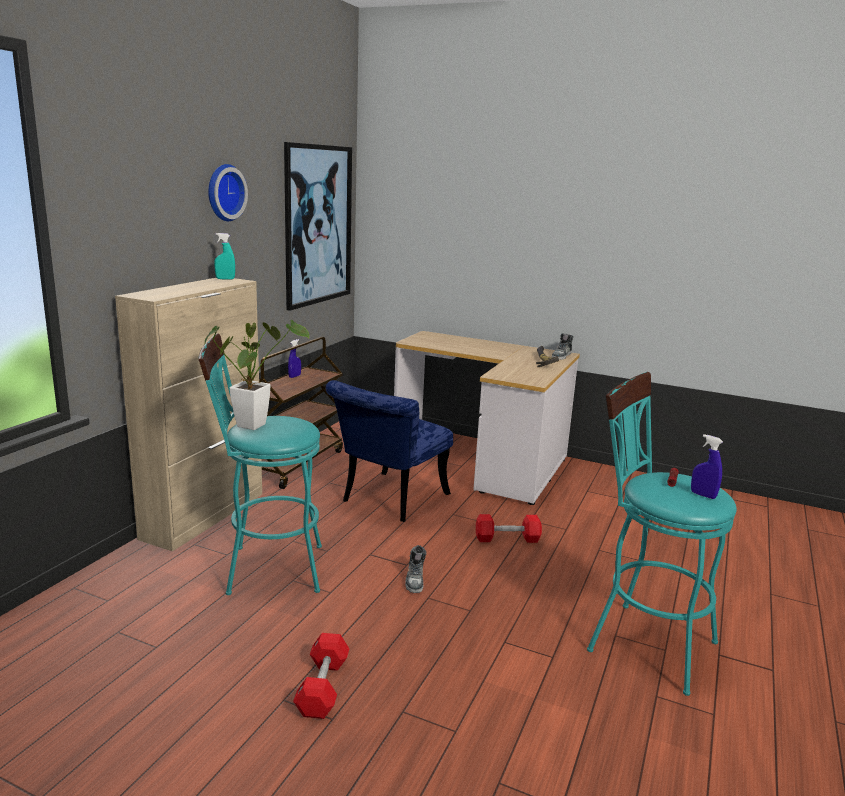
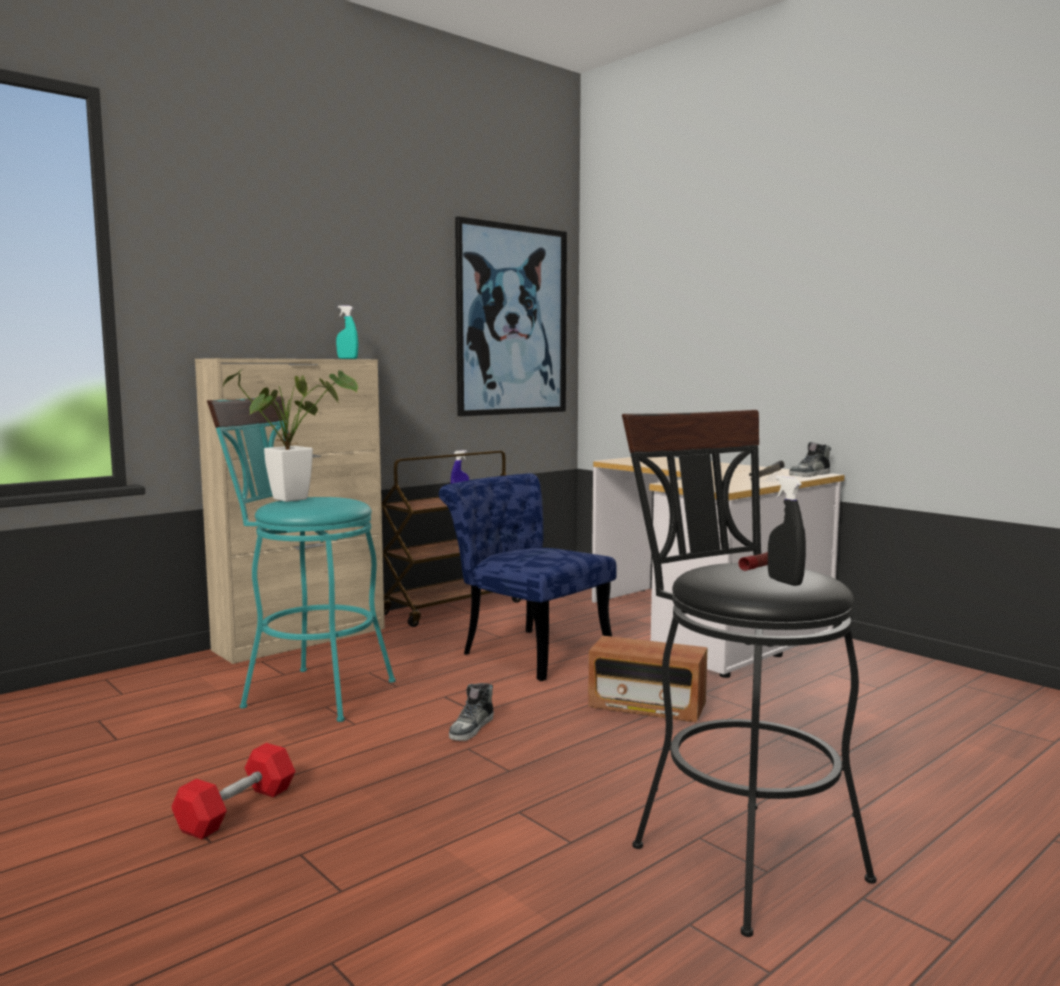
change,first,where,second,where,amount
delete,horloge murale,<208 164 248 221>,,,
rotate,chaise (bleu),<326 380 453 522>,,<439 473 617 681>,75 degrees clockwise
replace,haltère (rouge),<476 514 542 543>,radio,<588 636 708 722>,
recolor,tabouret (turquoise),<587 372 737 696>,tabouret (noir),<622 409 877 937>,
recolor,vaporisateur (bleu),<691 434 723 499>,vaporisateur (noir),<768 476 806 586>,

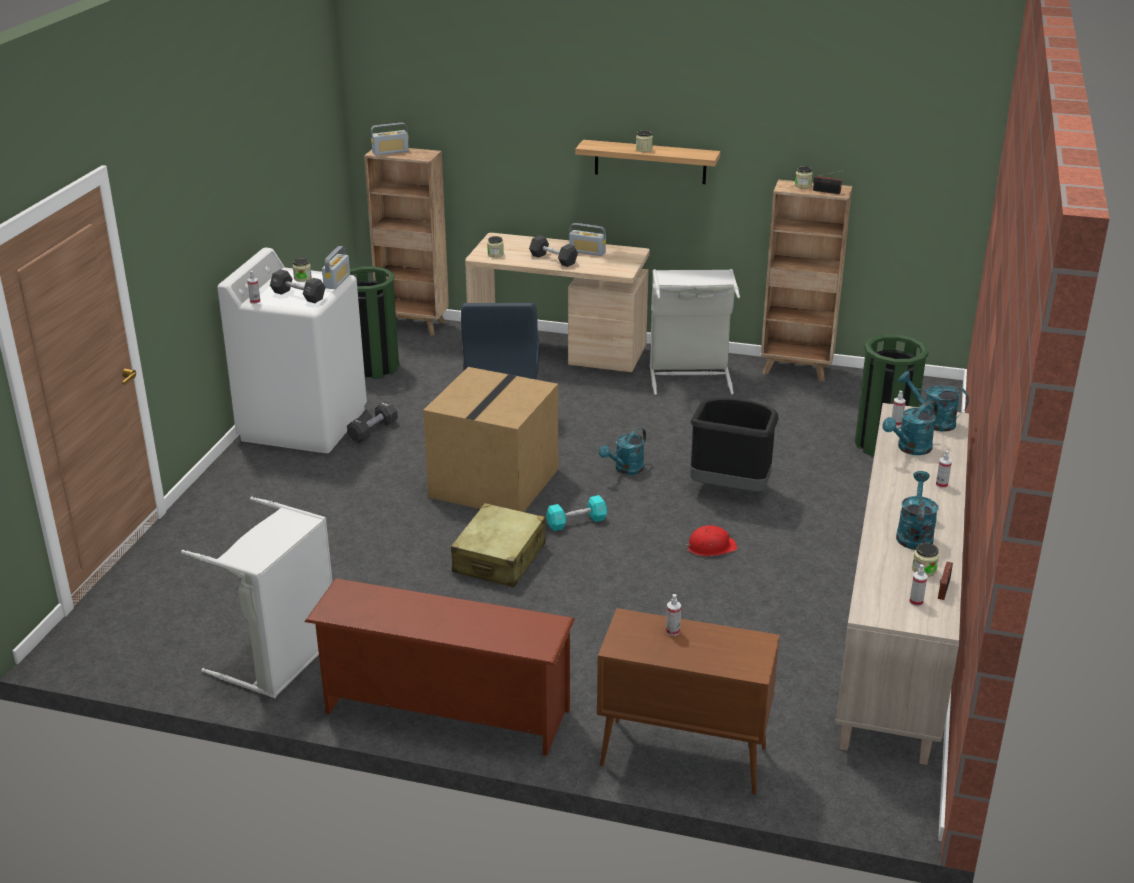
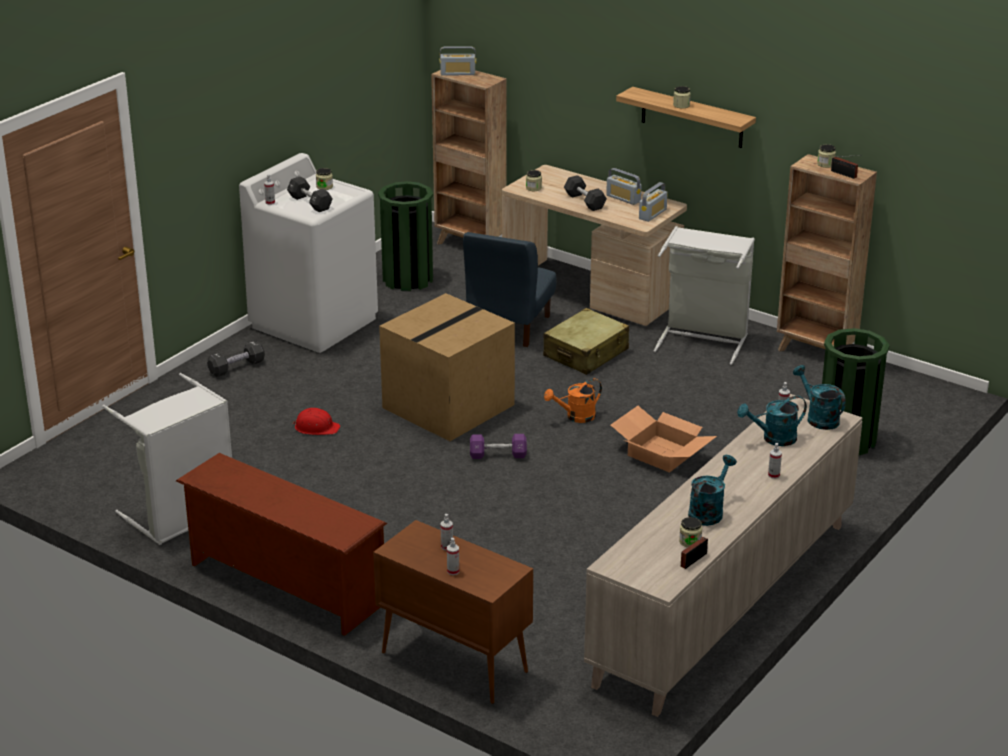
change,first,where,second,where,amount
move,radio,<322 246 350 289>,,<639 182 668 222>,
move,haltère (noir),<347 401 398 443>,,<207 340 265 377>,
move,valise (beige),<451 503 546 587>,,<543 308 629 375>,
recolor,haltère (turquoise),<546 495 607 531>,haltère (violet),<470 434 527 459>,
recolor,arrosoir (turquoise),<599 427 646 475>,arrosoir (orange),<544 378 602 423>,
move,casque de chantier (rouge),<685 525 737 556>,,<292 408 340 435>,
replace,poubelle (noir),<690 398 779 492>,carton,<611 406 717 473>,
move,vaporisateur,<909 564 928 606>,,<447 538 459 575>,

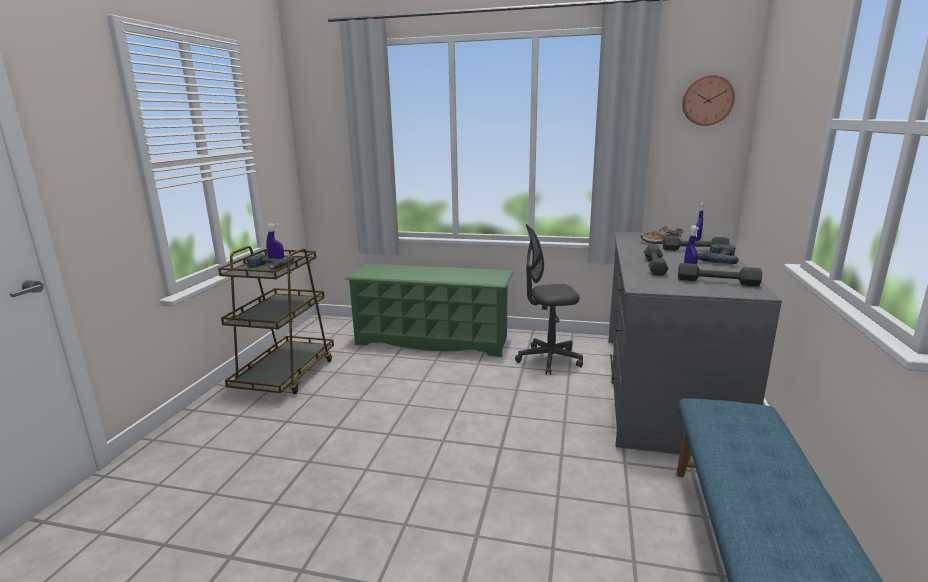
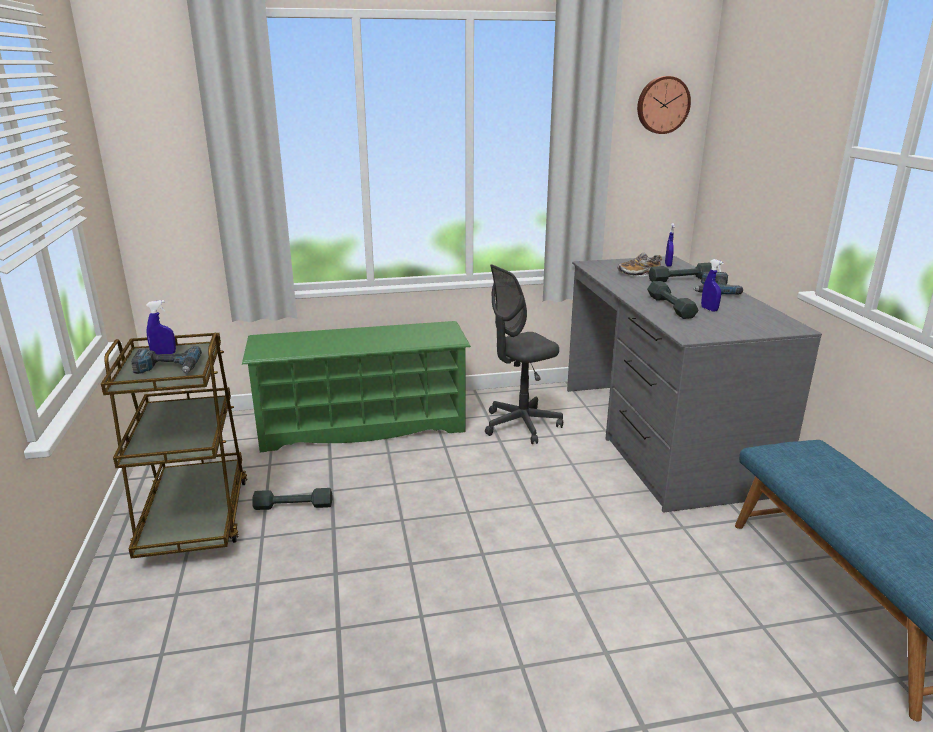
change,first,where,second,where,amount
move,haltère (gris),<678 263 762 287>,,<252 488 332 510>,

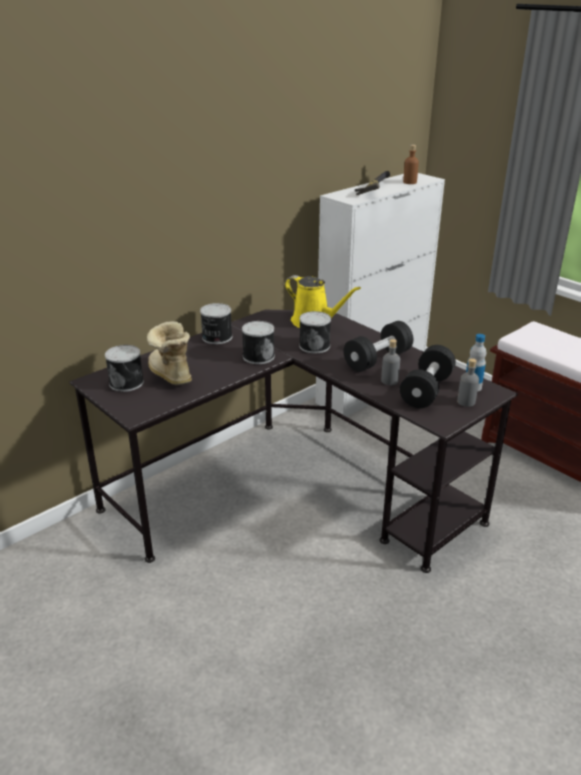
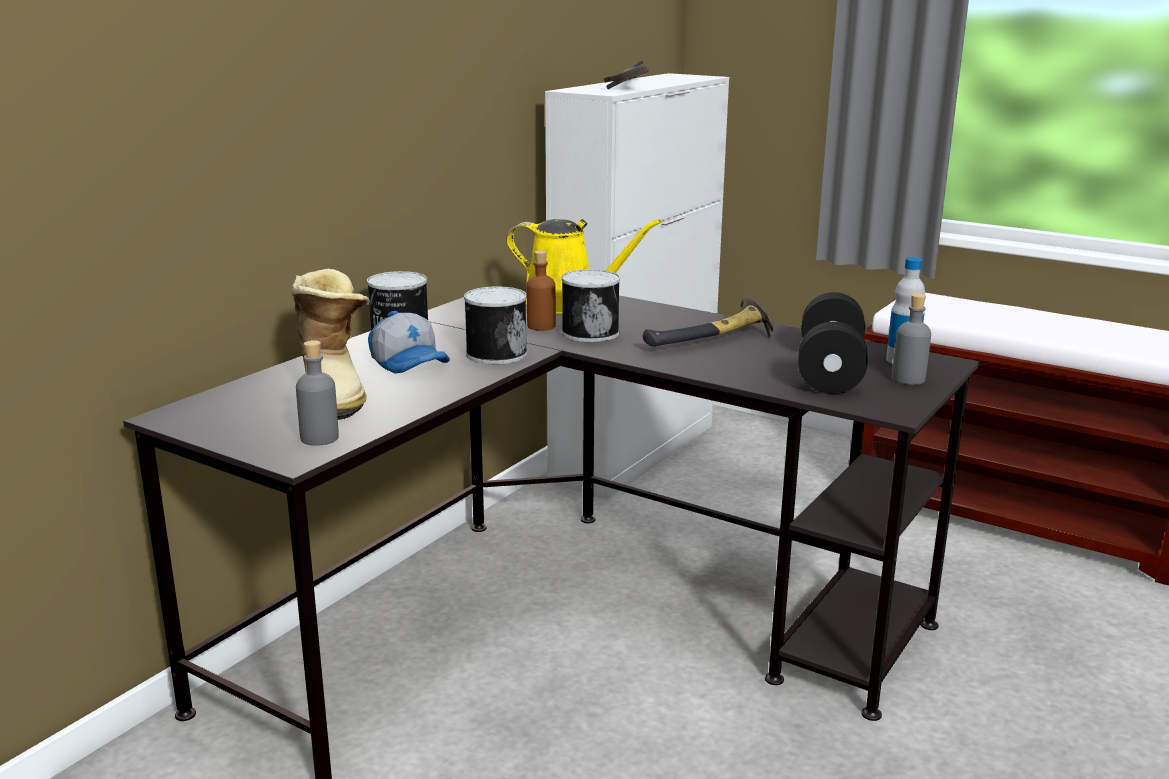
change,first,where,second,where,amount
delete,boîte métallique,<105 345 144 392>,,,
rotate,botte,<147 321 192 385>,,<292 269 370 420>,150 degrees counterclockwise
replace,haltère (noir),<344 321 413 372>,marteau,<643 296 774 347>,
move,bouteille (gris),<381 339 400 385>,,<296 340 339 446>,
move,bouteille (marron),<403 145 419 184>,,<527 250 556 331>,
insert,,,casquette,<368 311 450 373>,

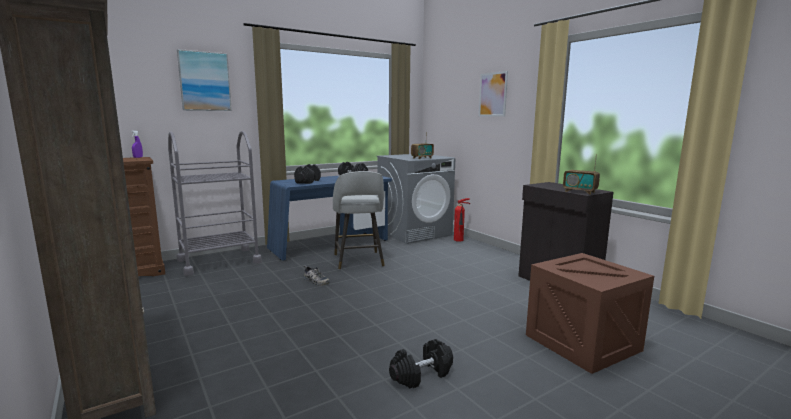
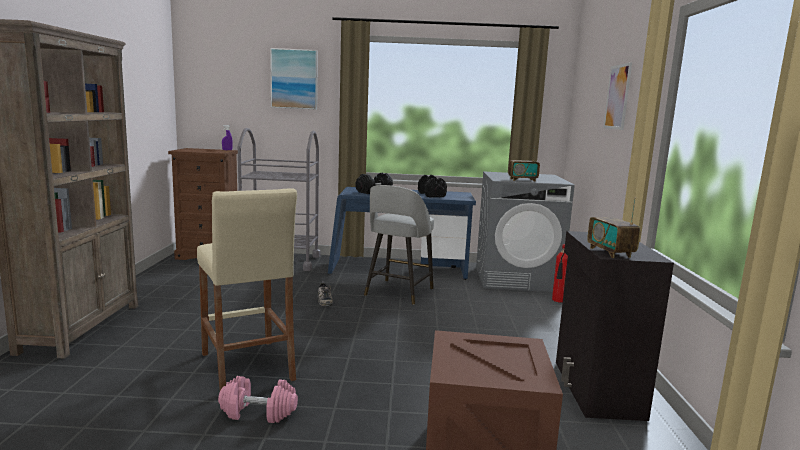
change,first,where,second,where,amount
recolor,haltère (noir),<389 339 453 389>,haltère (rose),<218 376 298 423>,
insert,,,tabouret (beige),<197 188 297 390>,

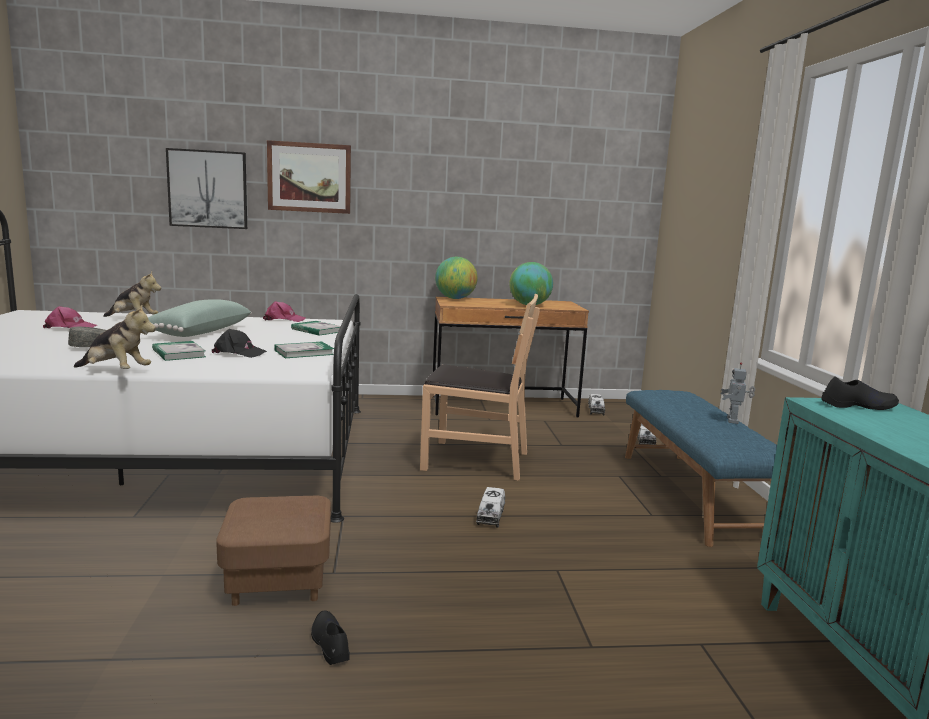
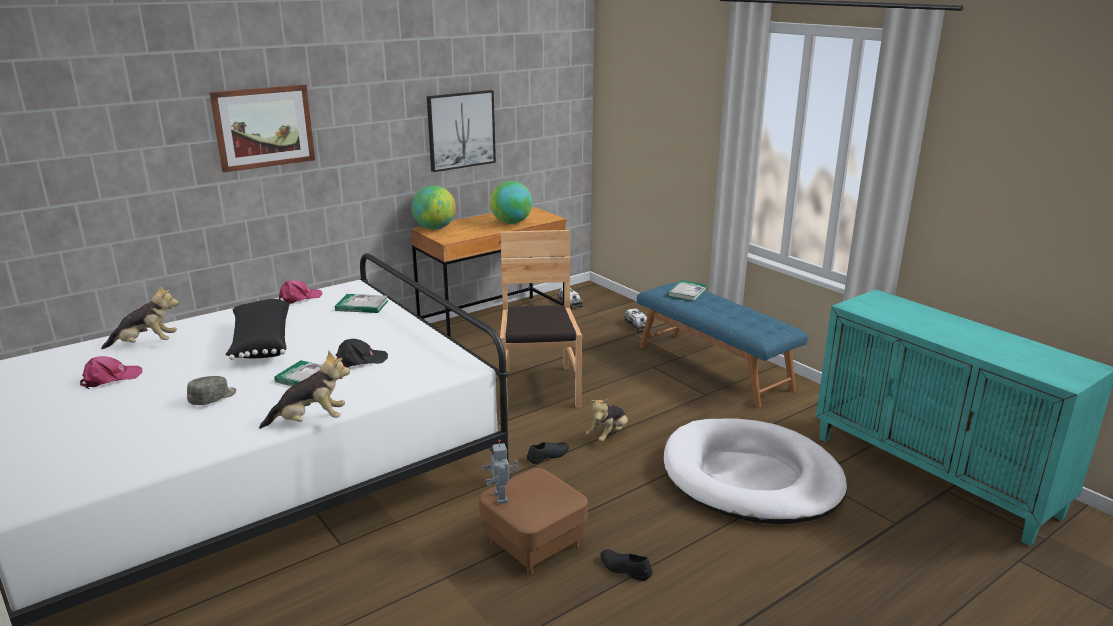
change,first,where,second,where,amount
recolor,coussin (vert),<148 299 252 337>,coussin (noir),<225 299 290 360>,
move,tableau,<166 148 247 229>,,<427 90 496 172>,
move,livre,<274 342 334 358>,,<668 280 707 301>,
rotate,chaise (marron),<420 294 540 480>,,<500 230 582 410>,75 degrees counterclockwise
replace,camion jouet,<476 487 505 528>,peluche,<586 399 628 442>,
move,robot jouet,<720 362 755 424>,,<483 440 519 504>,
move,chaussure (noir),<821 376 899 410>,,<527 442 569 464>,
insert,,,panier pour chien (blanc),<664 418 847 524>,

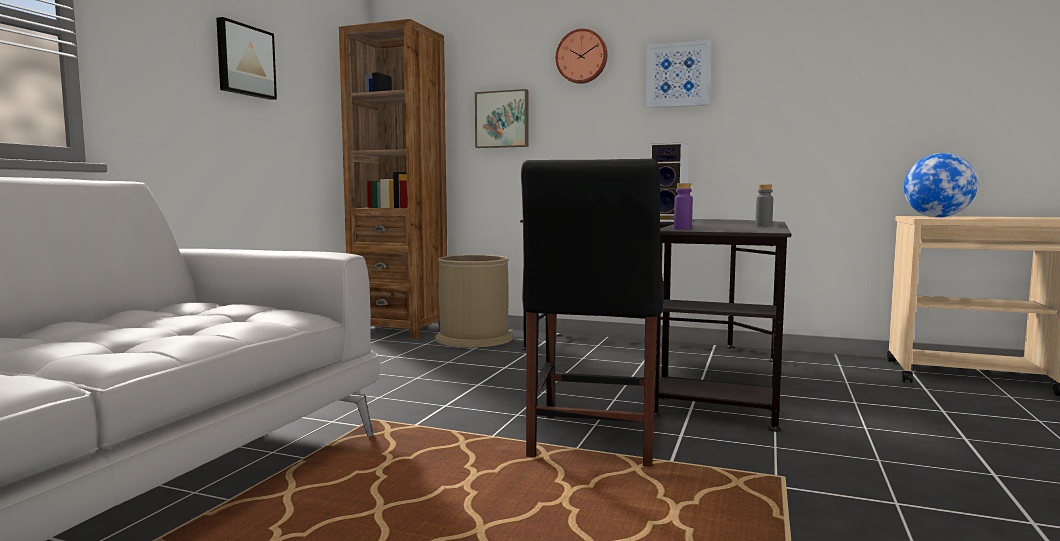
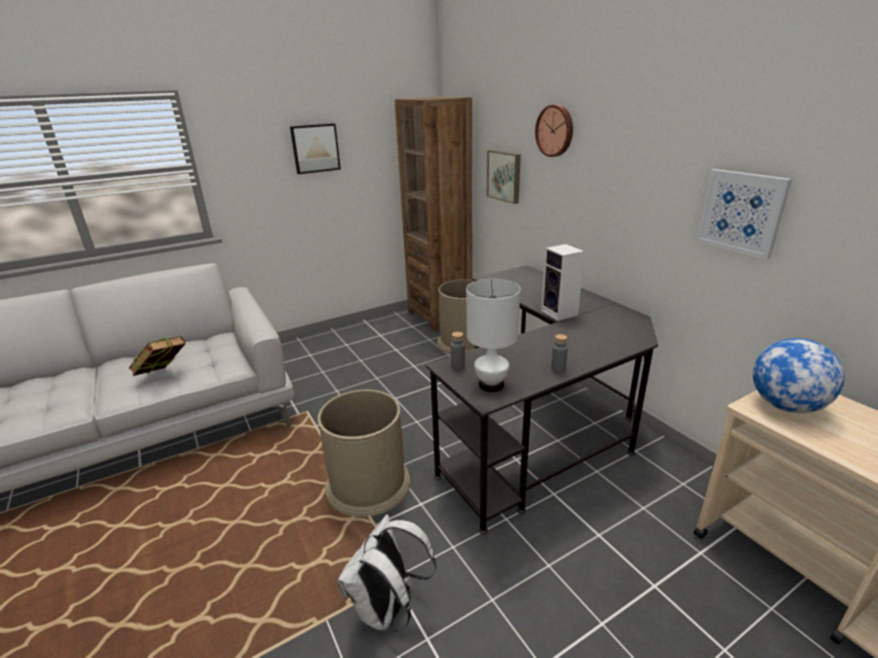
change,first,where,second,where,amount
replace,chaise (noir),<521 159 664 467>,poubelle (marron),<318 390 411 517>,
move,tableau,<646 40 711 108>,,<696 169 792 260>,
recolor,bouteille (violet),<674 183 693 230>,bouteille (gris),<451 332 465 369>,
insert,,,livre,<128 336 186 376>,
insert,,,sac à dos (blanc),<337 514 436 631>,
insert,,,lampe de table (blanc),<466 279 521 392>,

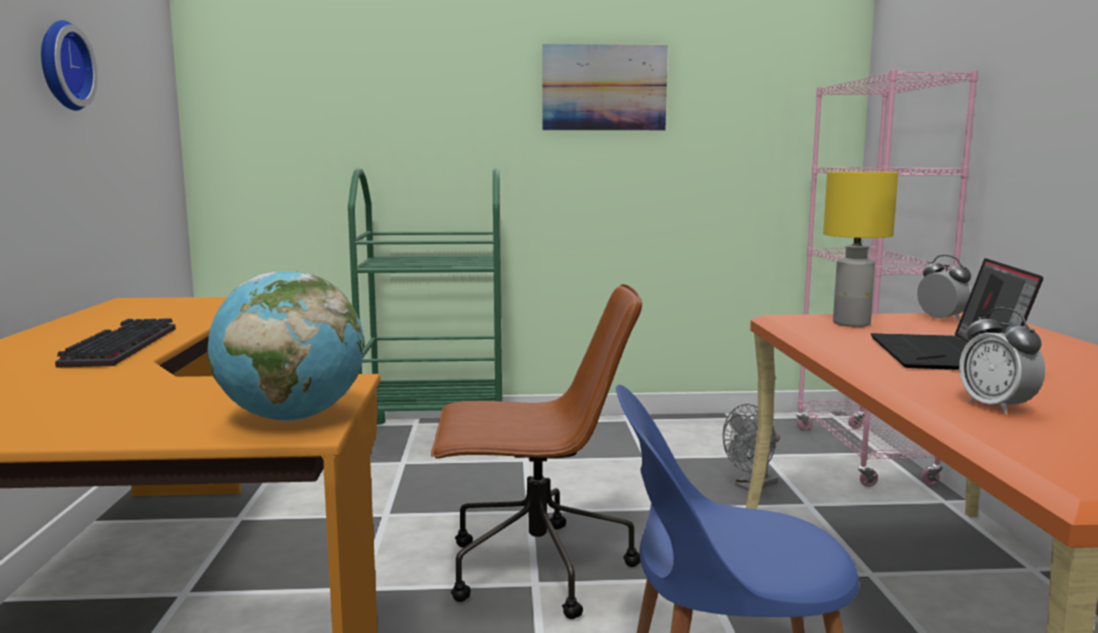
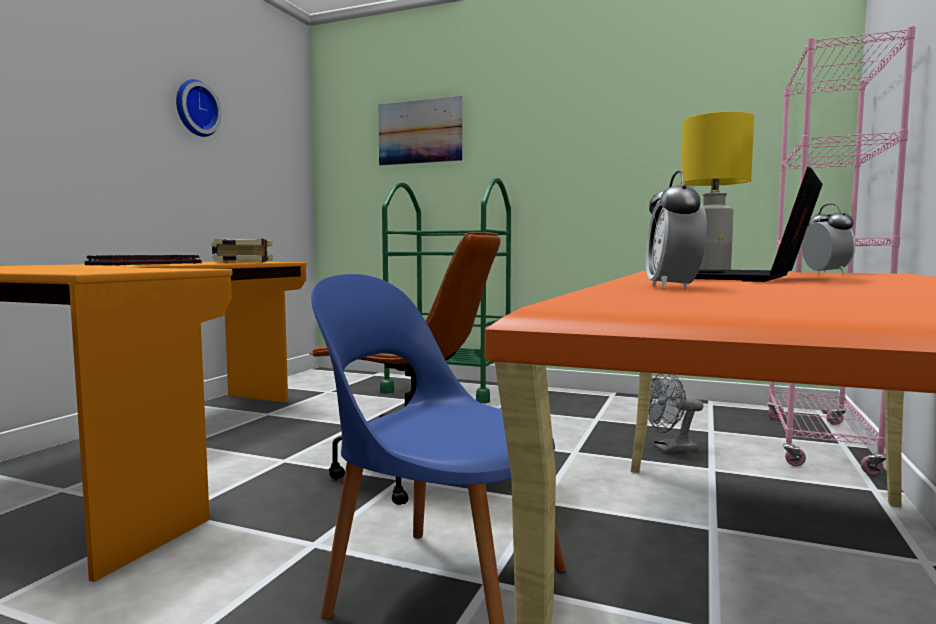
change,first,where,second,where,amount
delete,globe,<207 271 365 421>,,,
move,tableau,<542 44 668 130>,,<378 96 462 166>,
insert,,,livre,<211 238 273 262>,

